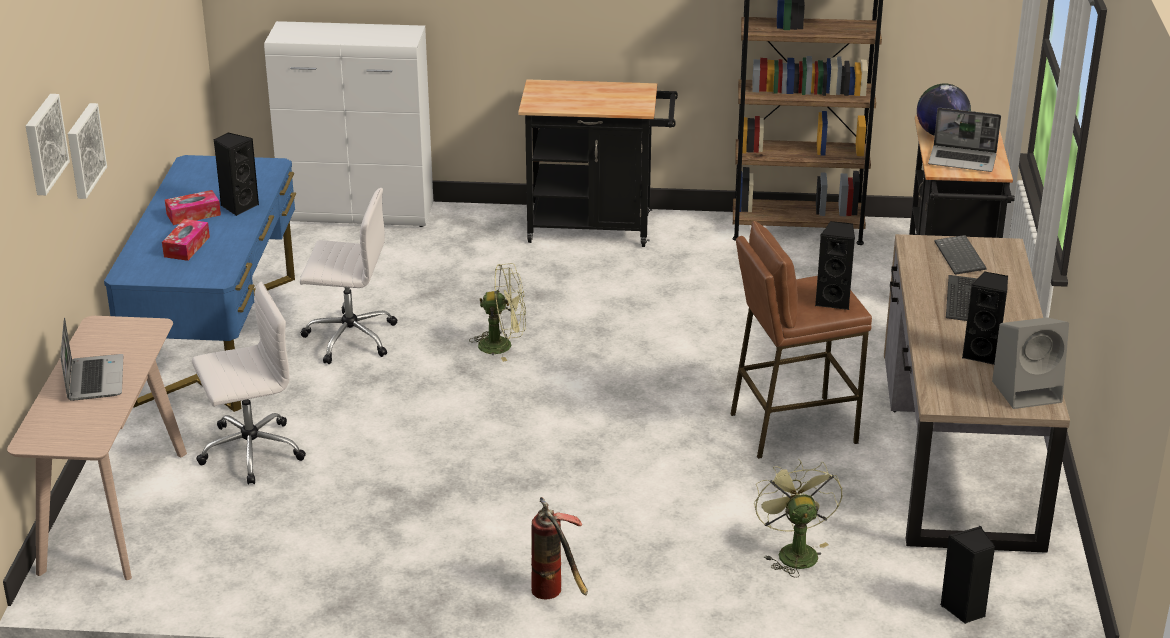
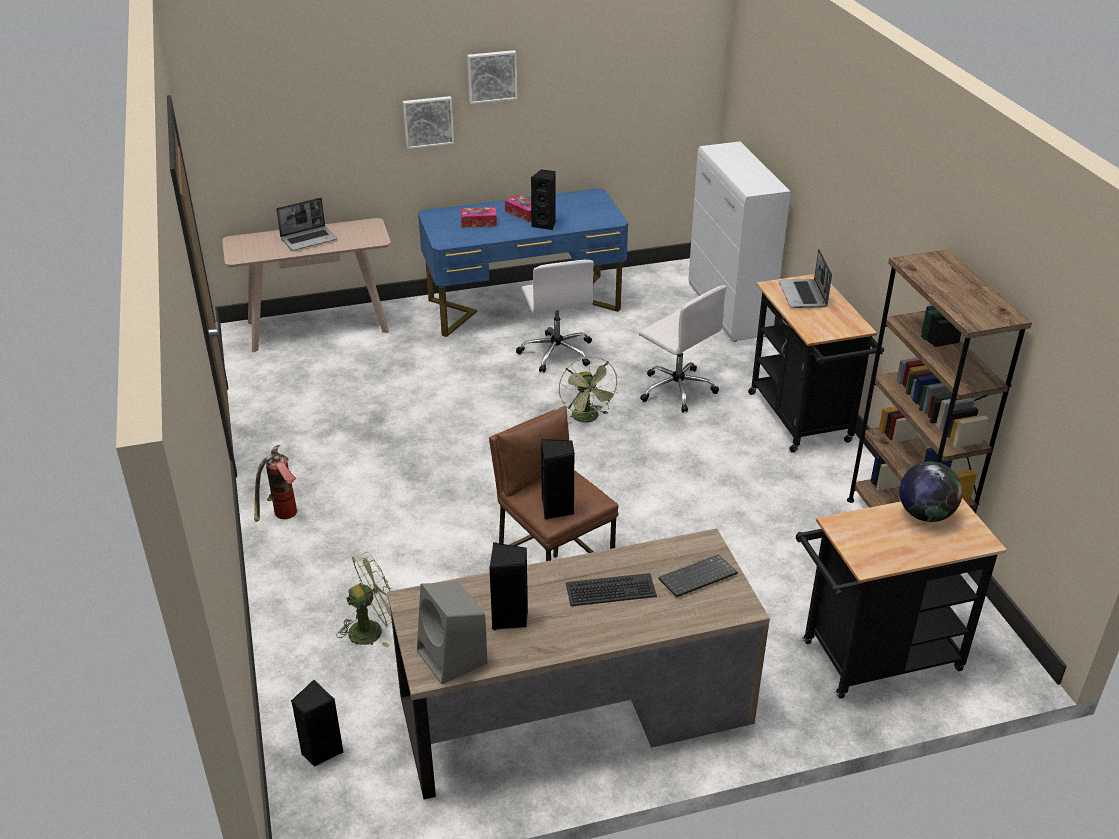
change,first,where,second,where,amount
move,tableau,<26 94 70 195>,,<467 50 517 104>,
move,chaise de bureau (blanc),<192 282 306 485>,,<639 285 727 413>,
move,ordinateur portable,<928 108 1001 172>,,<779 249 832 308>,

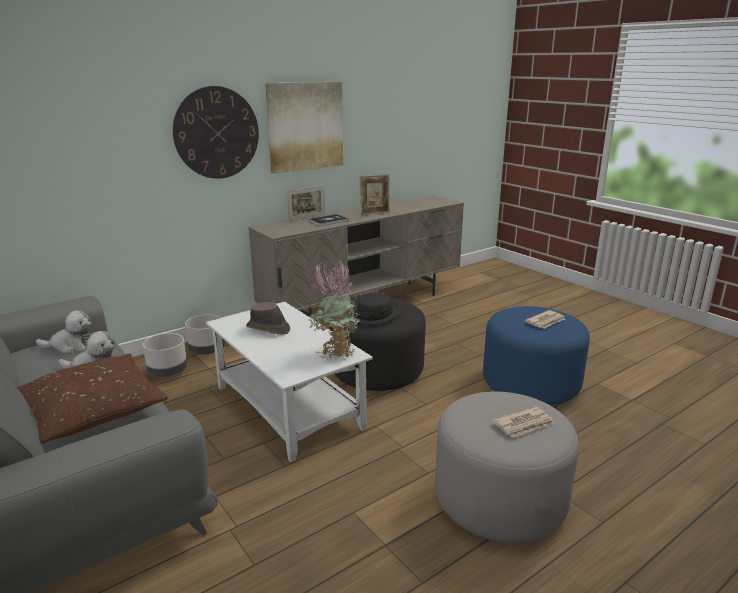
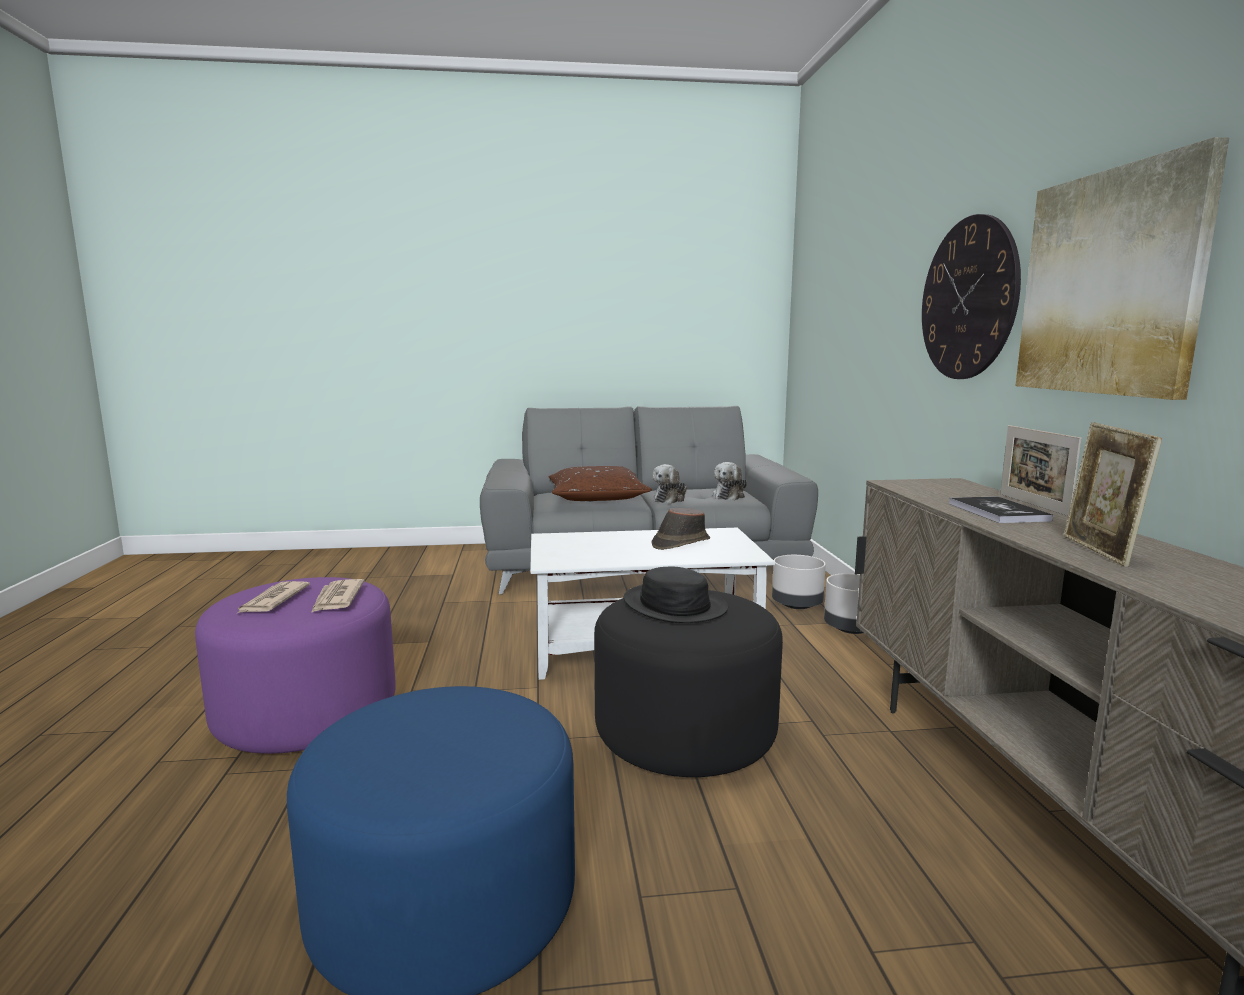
change,first,where,second,where,amount
delete,plante en pot,<308 260 360 359>,,,
recolor,pouf (gris),<435 392 579 543>,pouf (violet),<195 577 396 754>,
move,journal,<524 310 565 329>,,<311 579 364 613>,

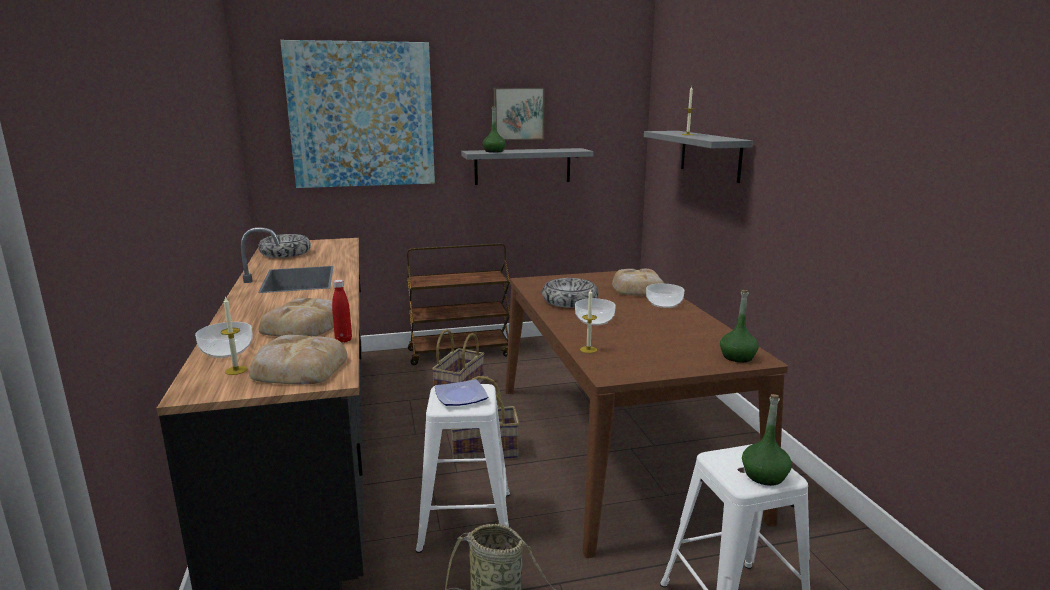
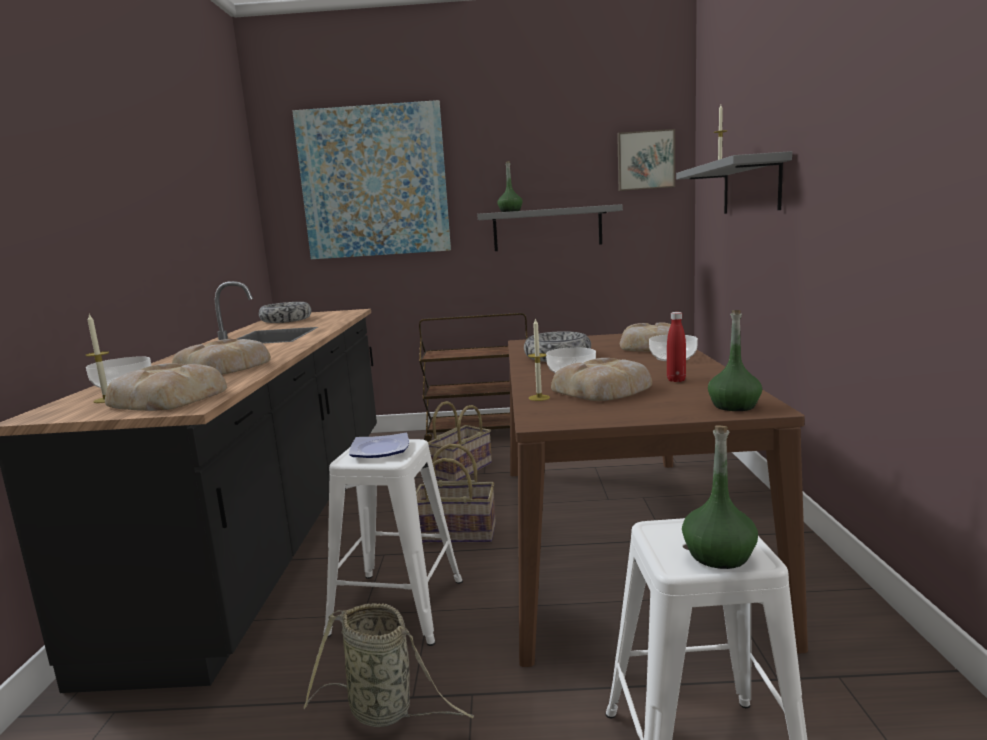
change,first,where,second,where,amount
move,bouteille (rouge),<332 280 352 343>,,<667 312 686 382>,
move,tableau,<494 88 545 140>,,<617 129 675 191>,
insert,,,pain,<551 358 652 401>,

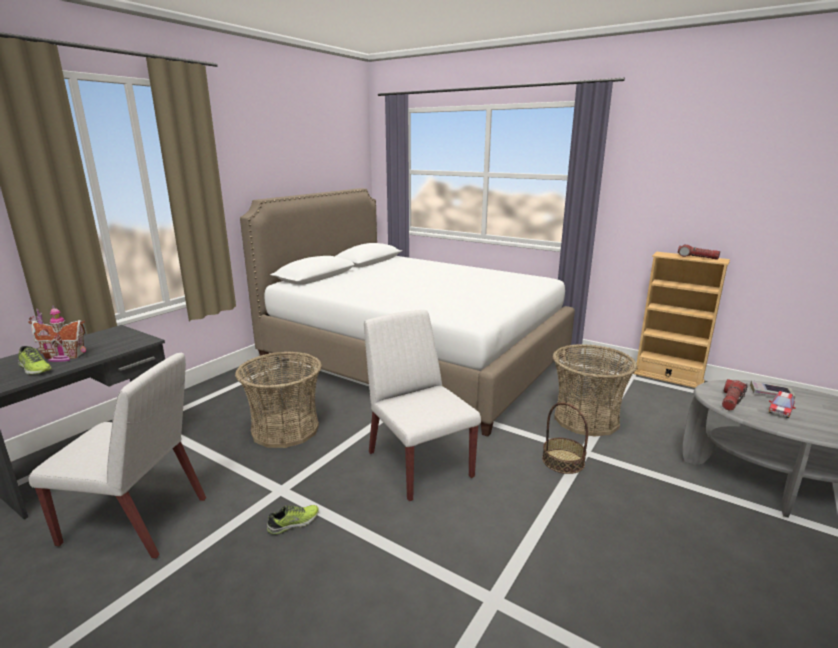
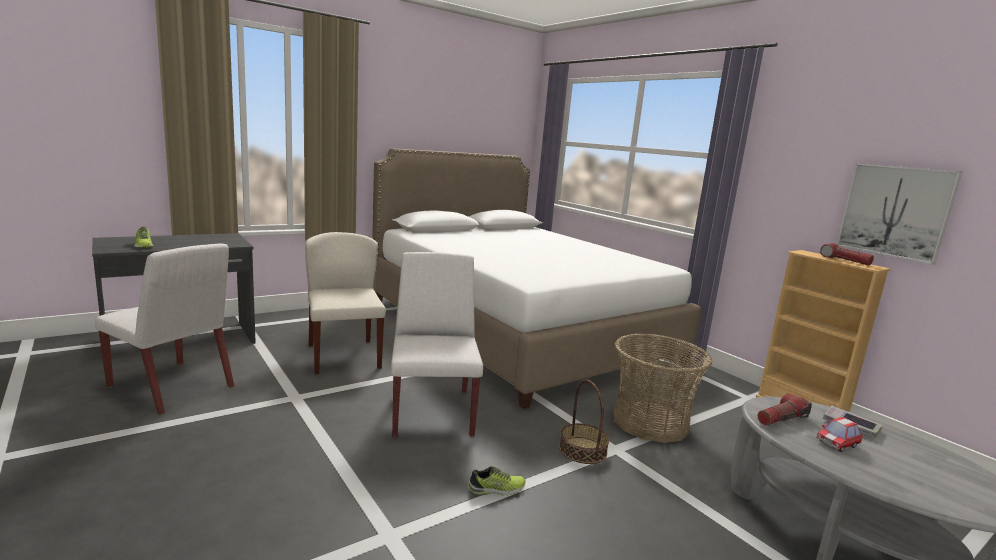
change,first,where,second,where,amount
delete,maison miniature,<28 305 87 362>,,,
replace,panier,<235 352 322 448>,chaise (beige),<305 232 386 374>,
move,chaussure,<267 505 319 535>,,<468 466 526 495>,
insert,,,tableau,<836 163 962 265>,

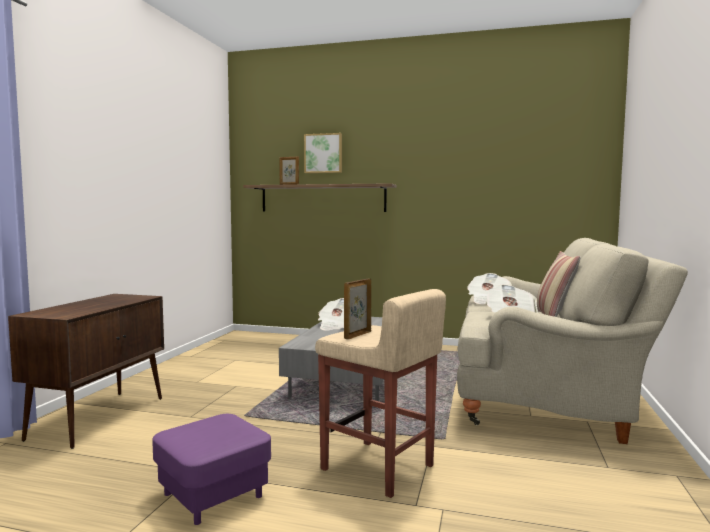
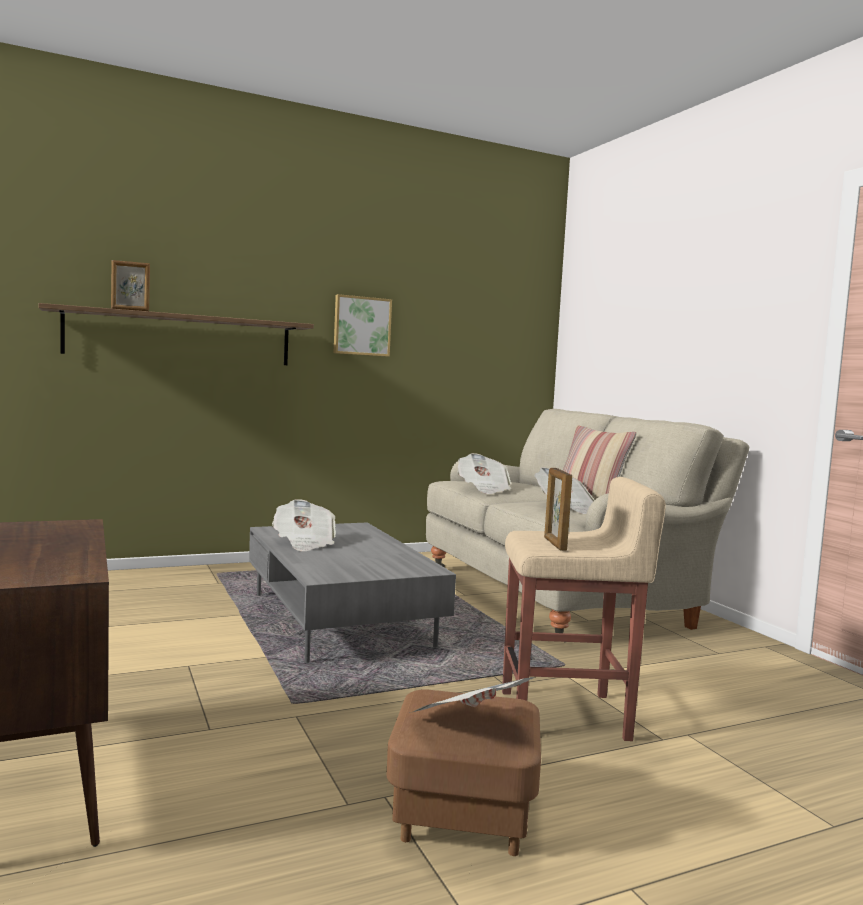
change,first,where,second,where,amount
recolor,pouf (violet),<152 414 271 525>,pouf (marron),<386 689 541 856>,
move,tableau,<304 133 342 173>,,<334 294 392 356>,
insert,,,journal,<409 677 535 713>,

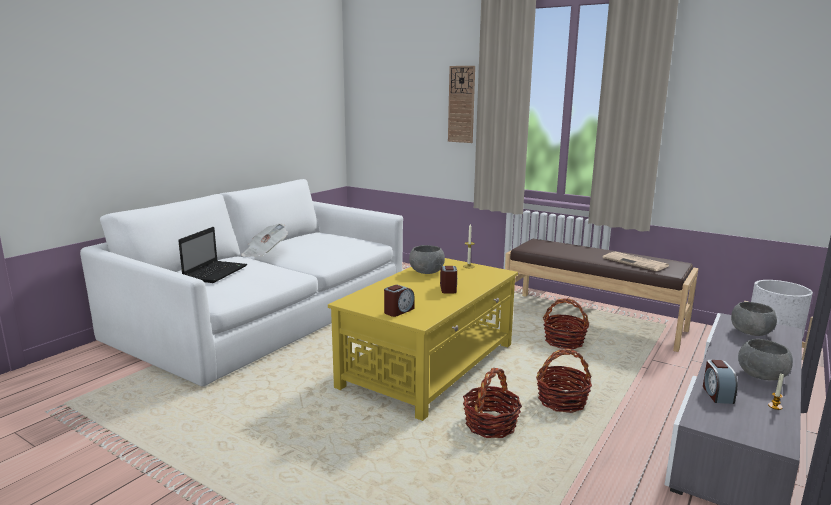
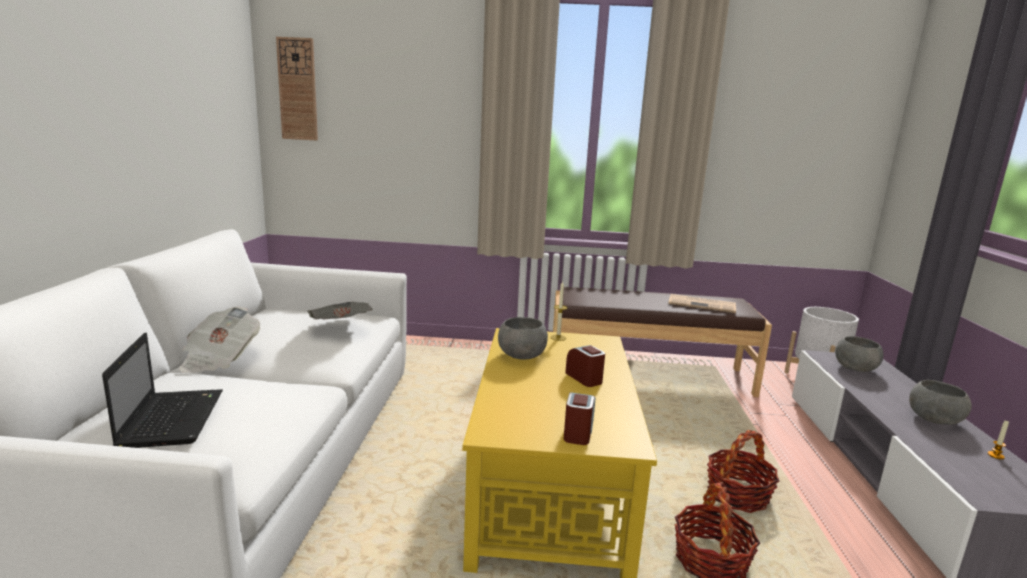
change,first,where,second,where,amount
move,horloge murale,<448 66 475 143>,,<276 37 318 141>,
delete,panier,<543 298 589 349>,,,
delete,réveil,<703 360 738 404>,,,
insert,,,journal,<307 302 373 319>,

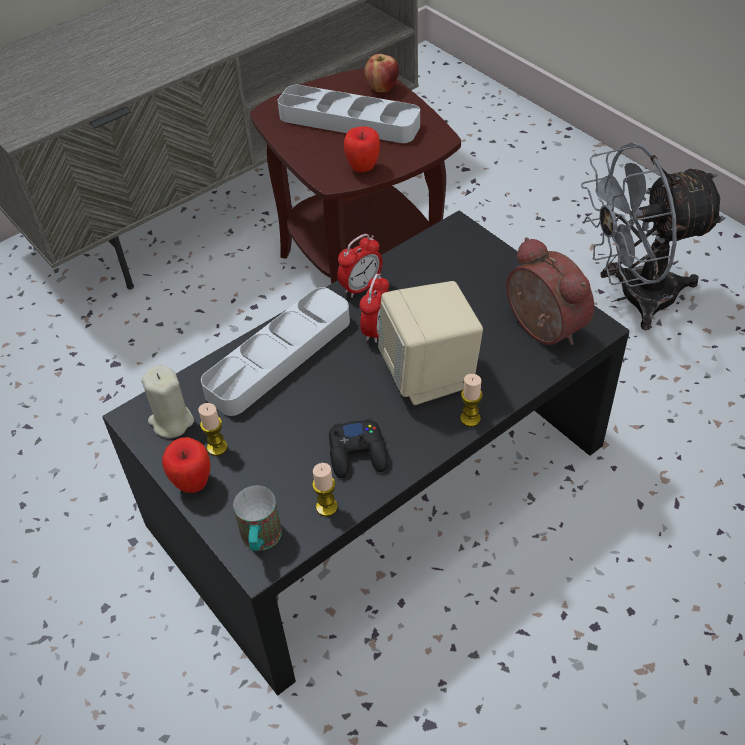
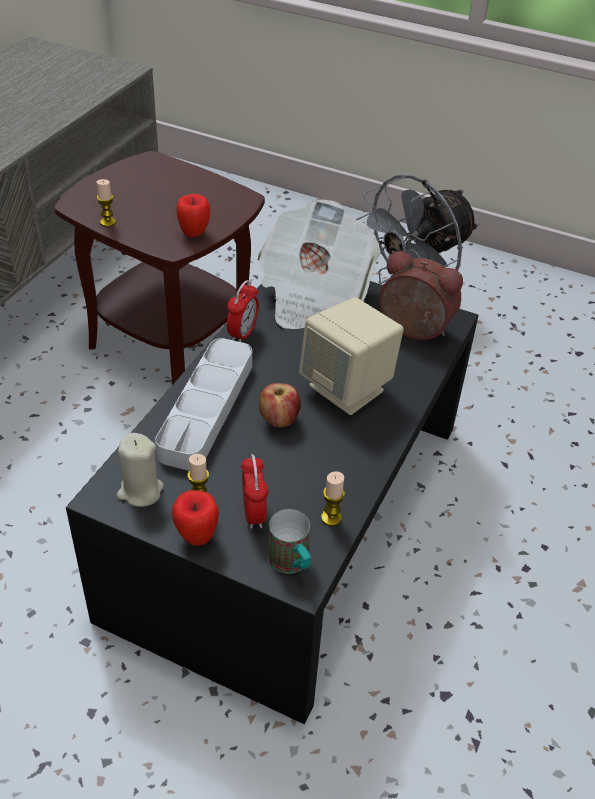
change,first,where,second,where,amount
delete,plateau (gris),<278 85 420 143>,,,
delete,manette (noir),<329 418 388 478>,,,
move,réveil,<359 274 389 343>,,<241 454 268 529>,
move,pomme,<365 54 399 92>,,<259 383 301 427>,
move,bougie,<460 374 483 427>,,<96 179 116 227>,
insert,,,journal,<258 199 380 329>,

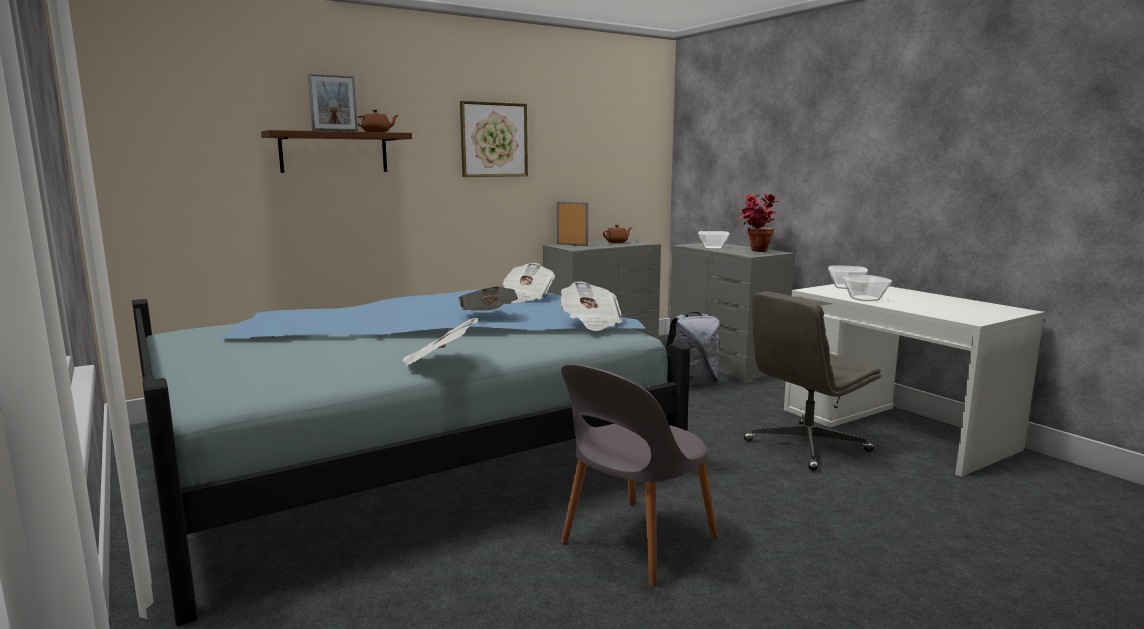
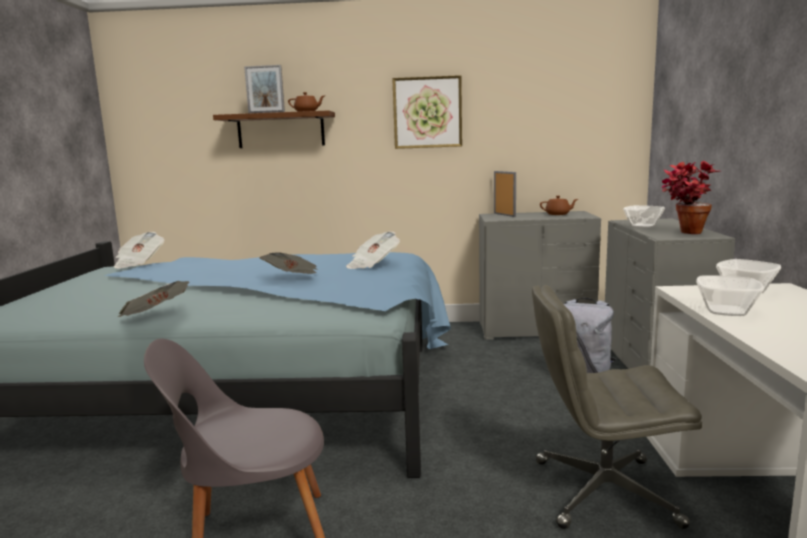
change,first,where,second,where,amount
move,journal,<561 282 622 331>,,<114 232 164 269>,

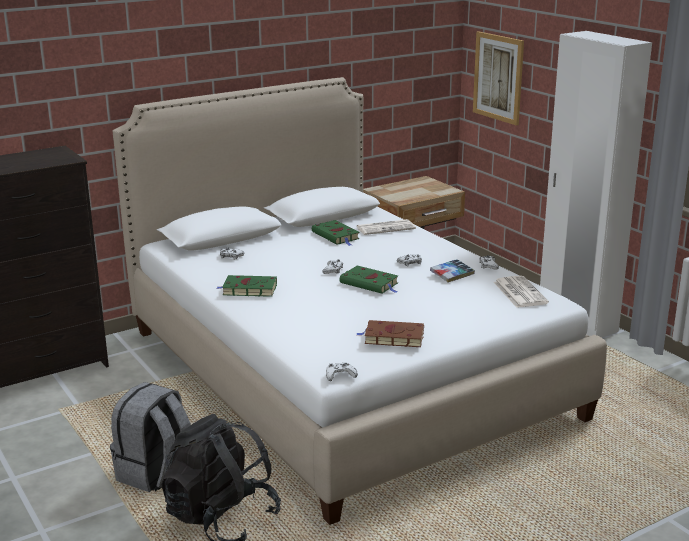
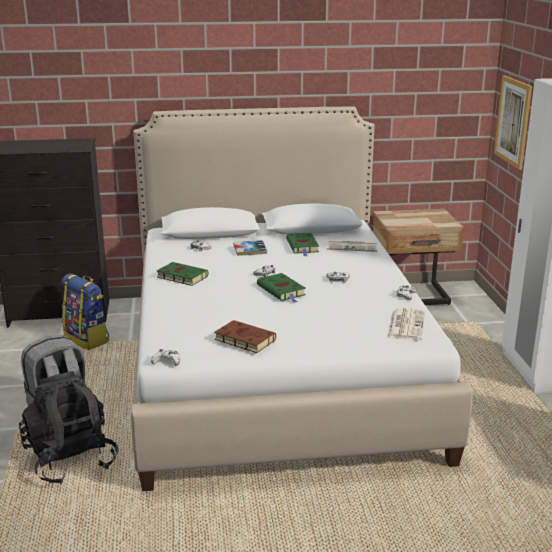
change,first,where,second,where,amount
move,livre,<430 259 475 283>,,<233 240 267 256>,
insert,,,sac à dos,<62 274 109 350>,

